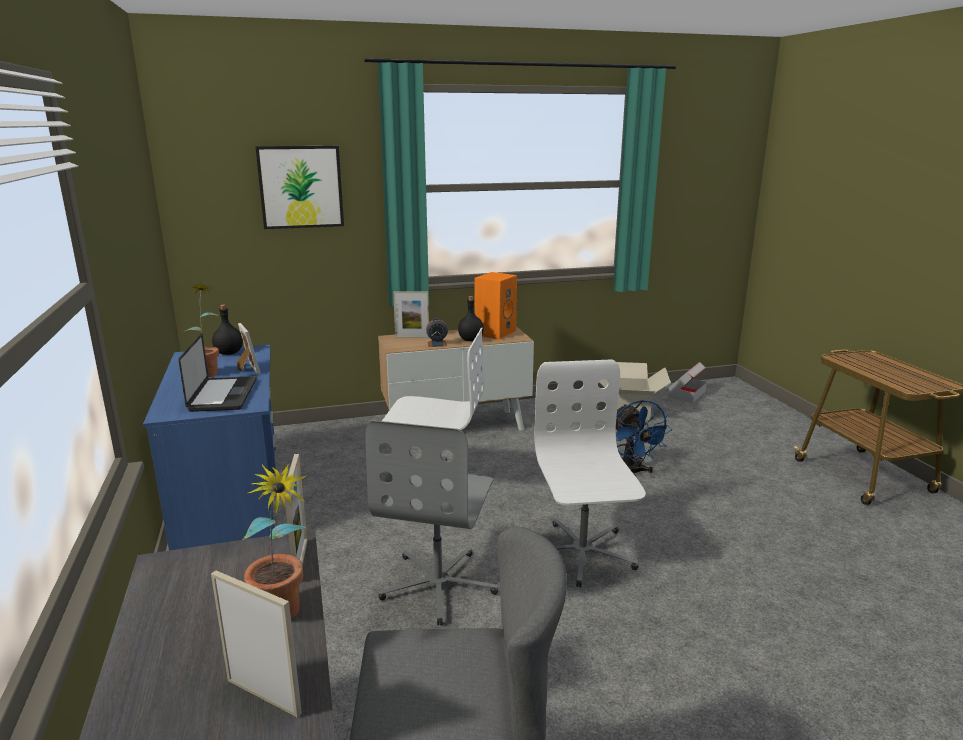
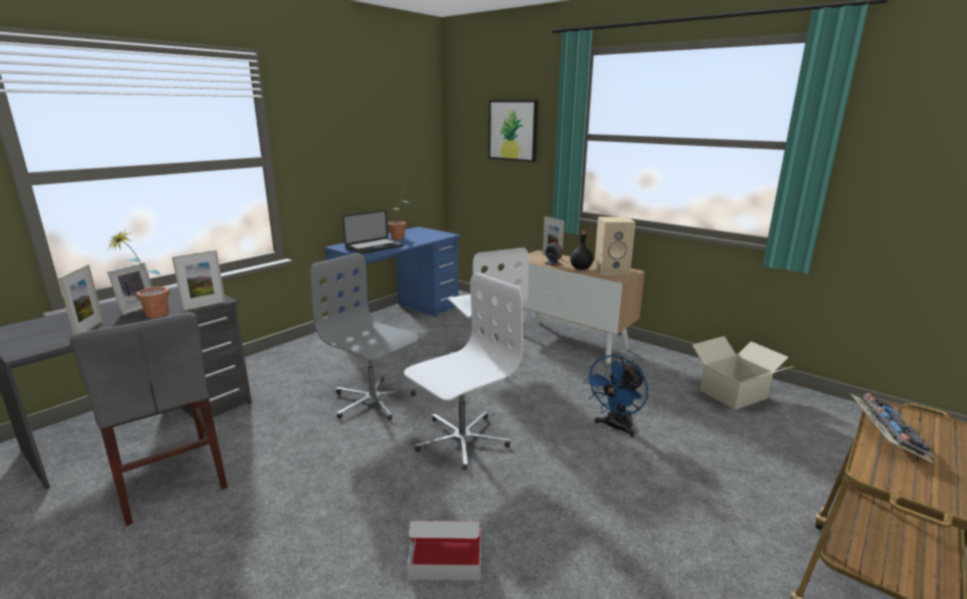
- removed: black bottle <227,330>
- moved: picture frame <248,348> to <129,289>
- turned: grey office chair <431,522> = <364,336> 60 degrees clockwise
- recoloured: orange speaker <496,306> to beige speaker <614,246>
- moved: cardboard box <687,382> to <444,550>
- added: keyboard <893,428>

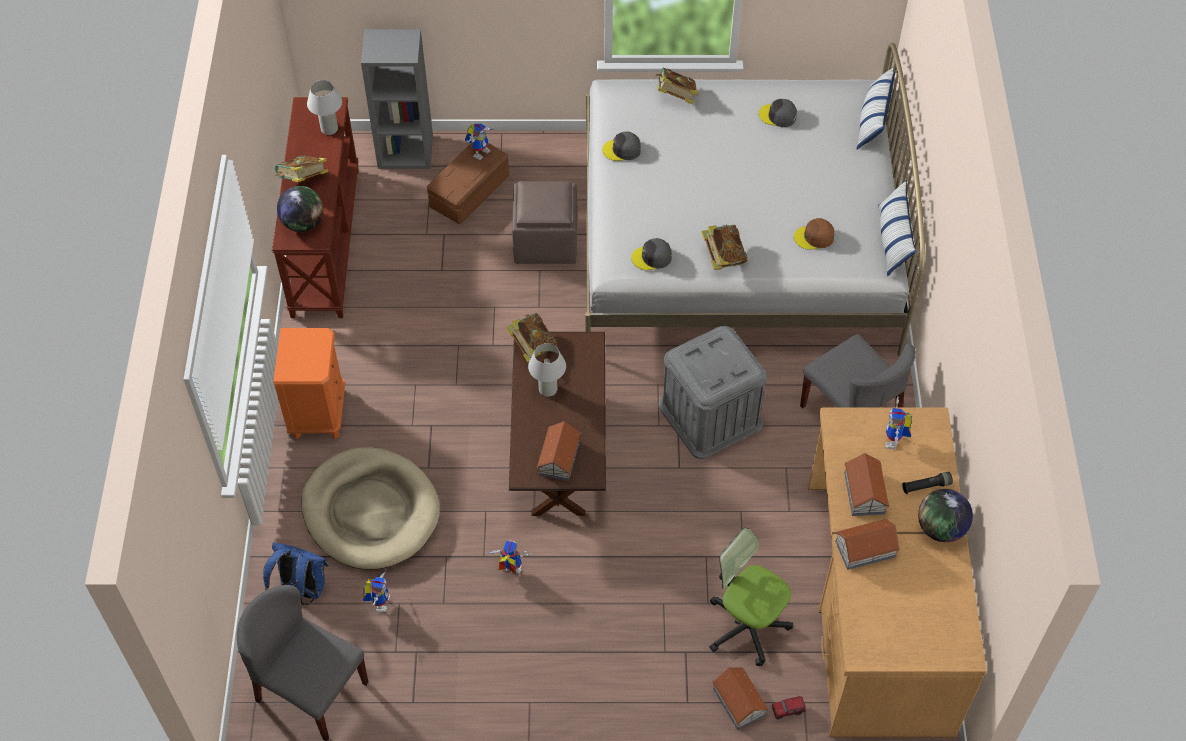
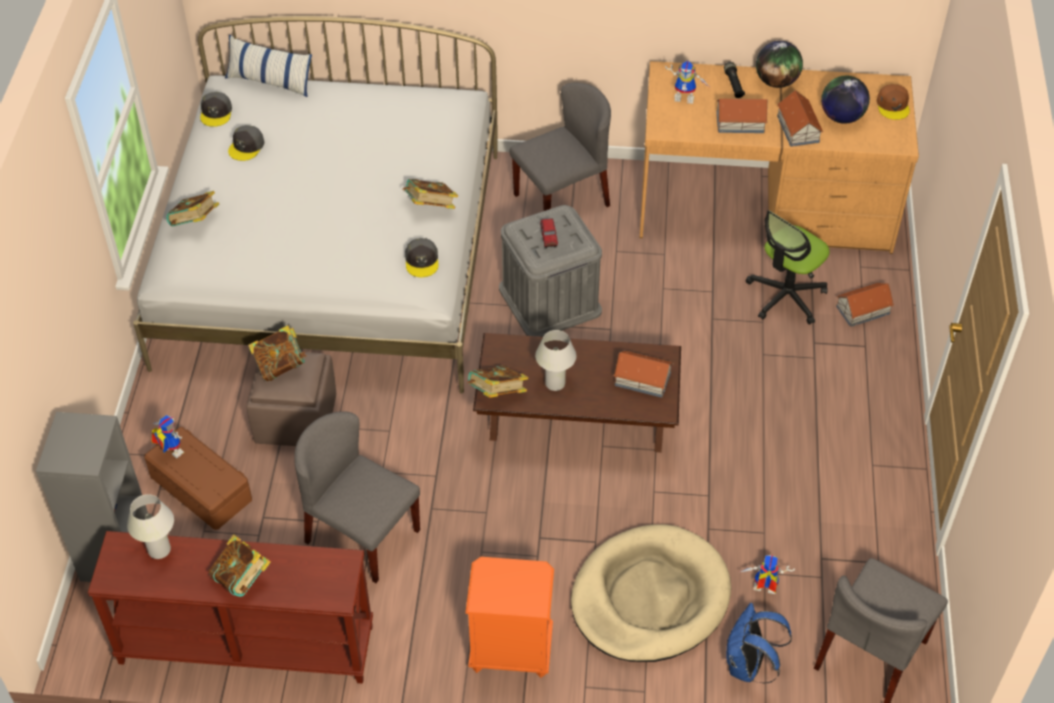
- moved: globe <300,209> to <845,100>
- removed: toy robot <509,557>
- moved: grey cap <621,146> to <216,109>
- moved: toy truck <789,707> to <549,233>
- moved: brown cap <814,234> to <893,102>
- removed: pillow <897,228>
- added: book <277,353>
- added: grey chair <357,497>

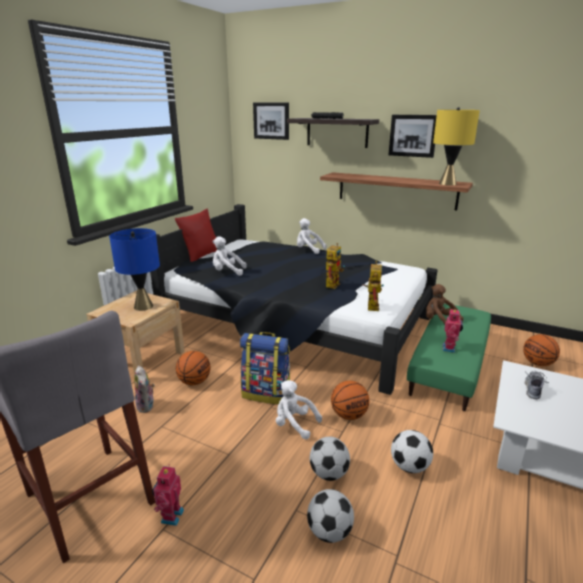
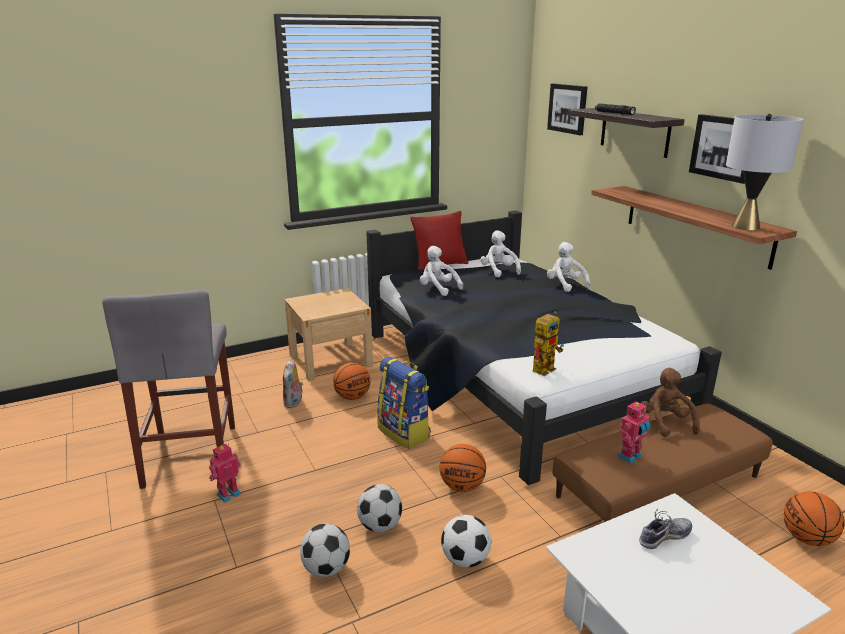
- removed: blue table lamp <134,269>
- moved: white plush toy <299,409> to <500,253>
- removed: toy robot <335,266>
- recoloured: green ottoman <449,357> to brown ottoman <662,463>
- recoloured: yellow table lamp <456,146> to grey table lamp <765,172>

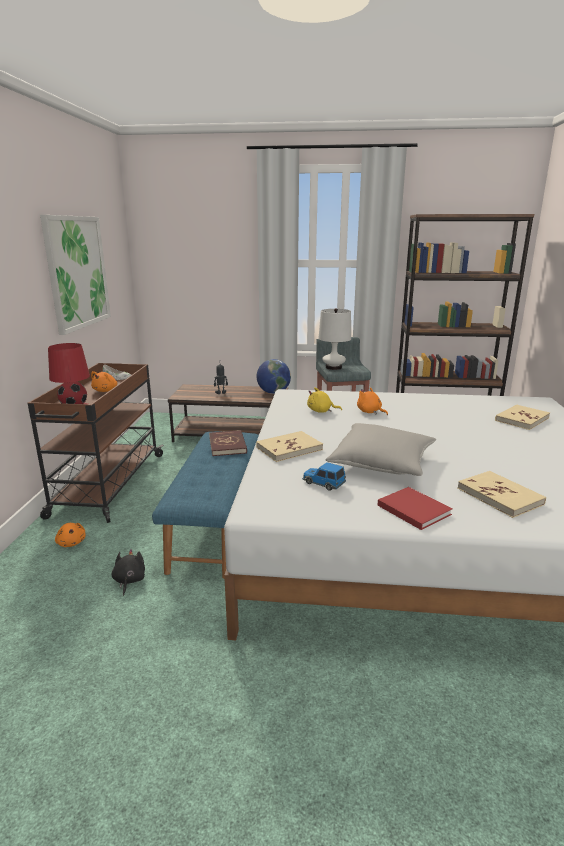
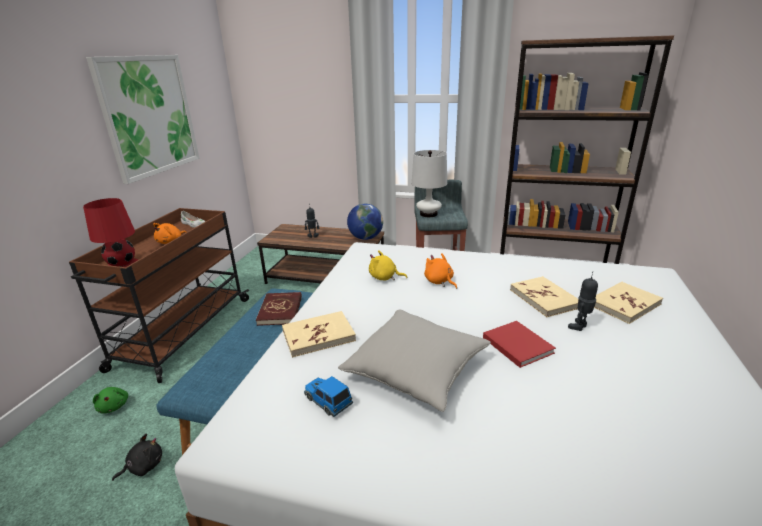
- recoloured: orange plush toy <70,535> to green plush toy <110,400>
- turned: black plush toy <128,572> = <137,457> 45 degrees clockwise
- moved: red book <414,508> to <519,344>
- moved: beige book <501,494> to <544,296>
- added: toy robot <583,301>

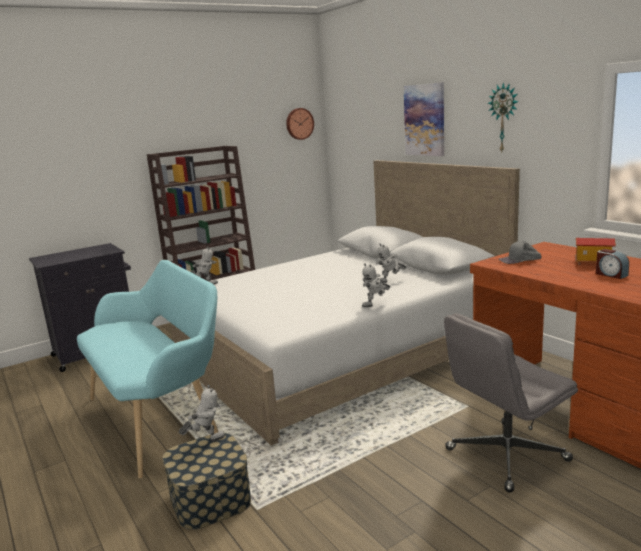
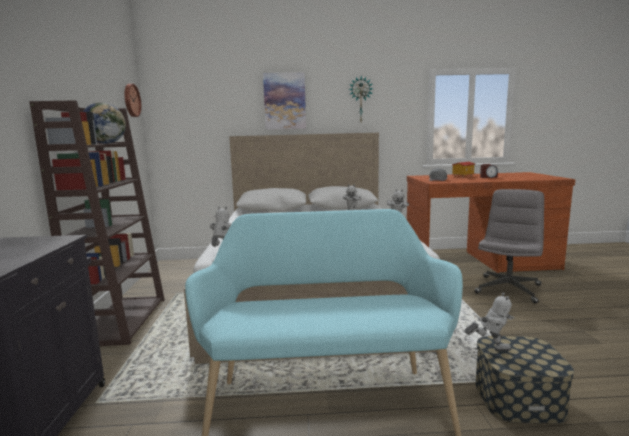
- turned: toy robot <202,413> = <489,322> 90 degrees clockwise
- turned: grey office chair <511,402> = <509,246> 150 degrees counterclockwise
- added: globe <104,122>

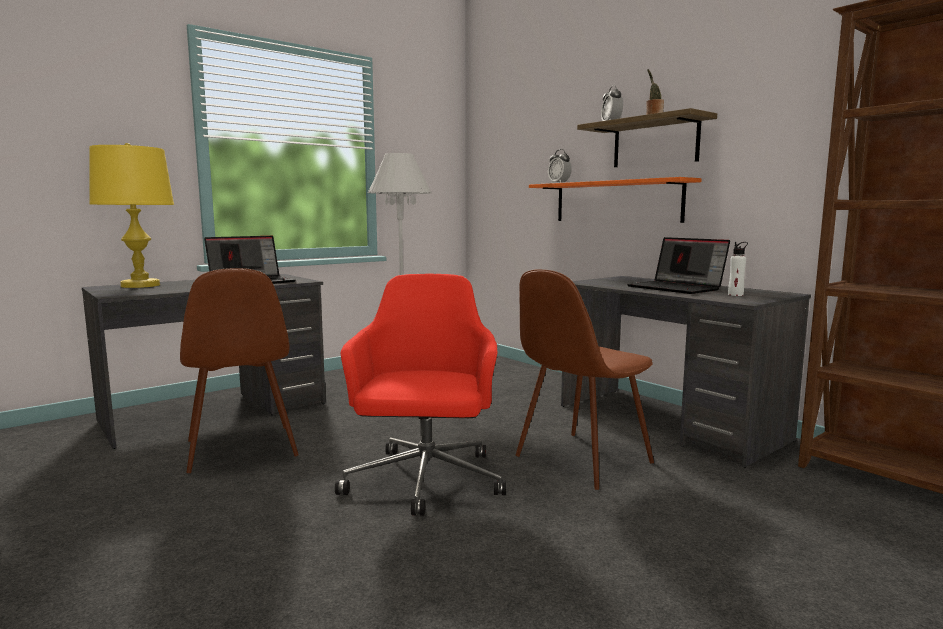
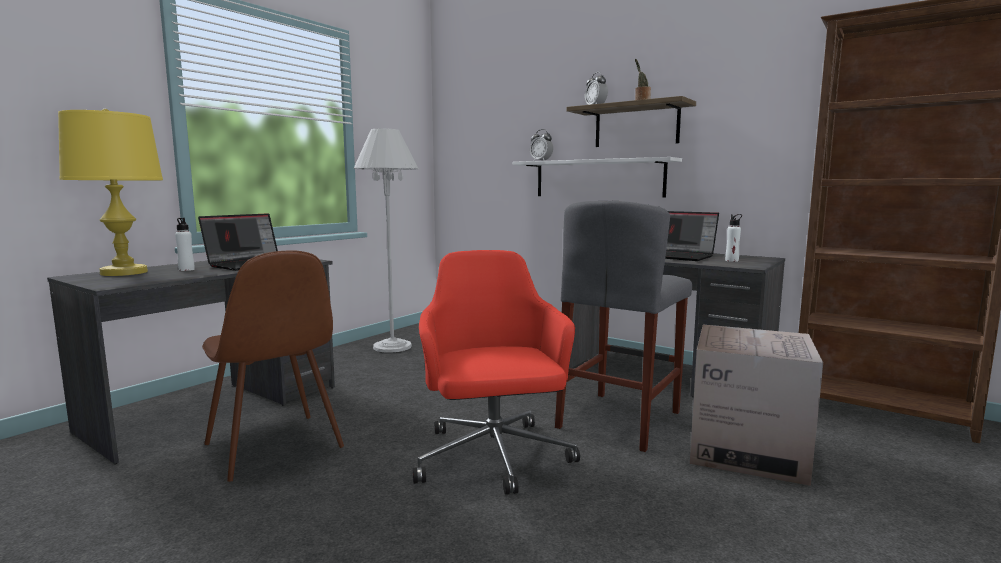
- replaced: brown chair <585,379> to grey stool <623,326>
- recoloured: orange shelf <615,200> to white shelf <597,177>
- added: white bottle <185,244>
- added: cardboard box <756,405>

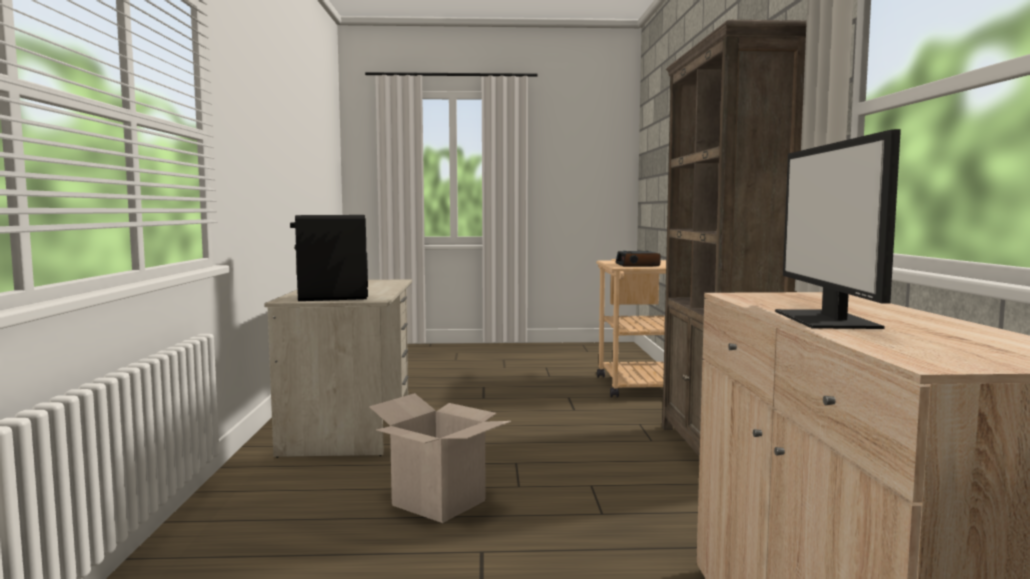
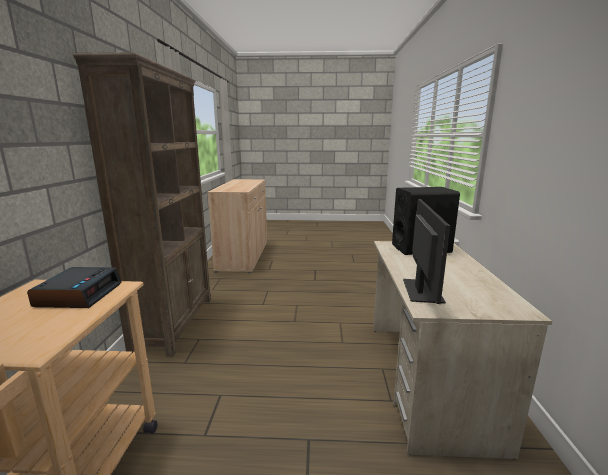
- removed: cardboard box <440,458>
- moved: monitor <838,229> to <426,251>

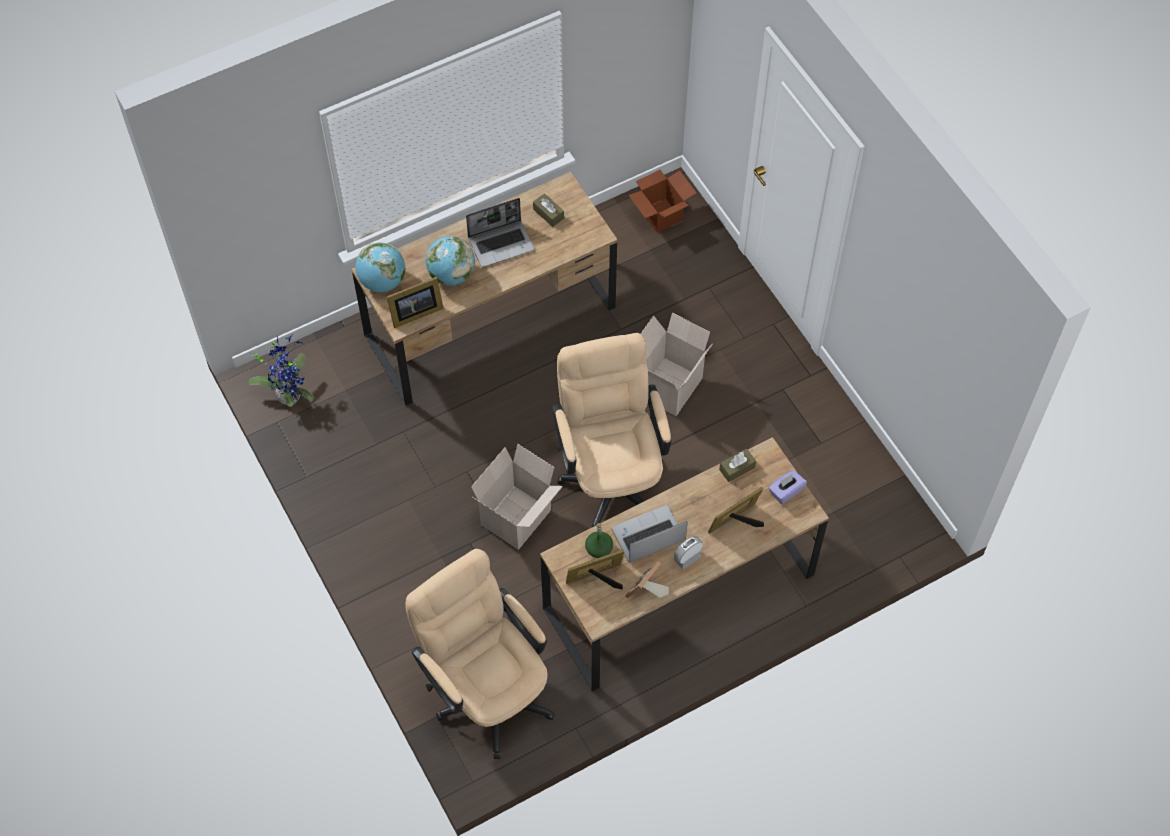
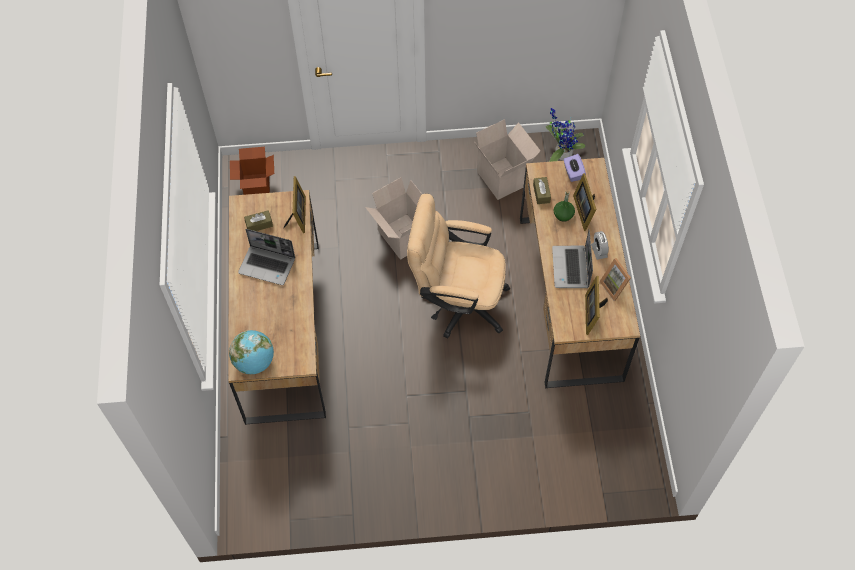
- moved: potted plant <281,370> to <565,135>
- moved: picture frame <415,302> to <295,204>
- removed: beige office chair <480,654>
- removed: globe <450,261>
- turned: laptop <500,232> = <266,257> 105 degrees clockwise
- moved: cardboard box <517,497> to <507,159>
- moved: green bottle <599,540> to <564,206>

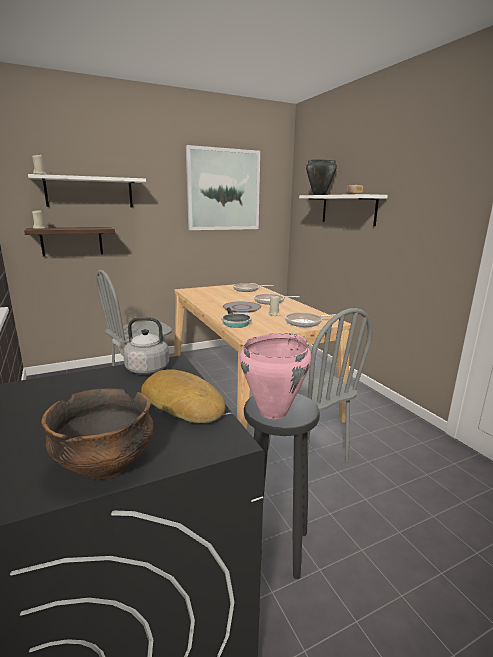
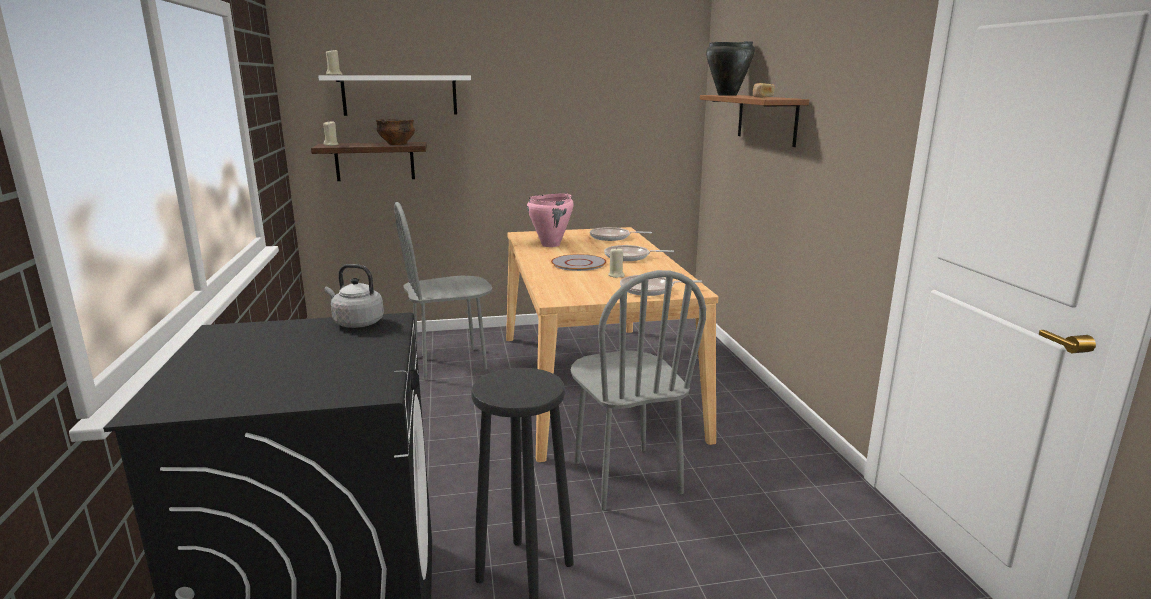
- moved: bowl <97,434> to <395,132>
- removed: bread <183,396>
- removed: picture <223,187>
- removed: frying pan <236,318>
- moved: pink cooking pot <275,376> to <550,220>
- recoloured: white shelf <343,210> to brown shelf <754,121>

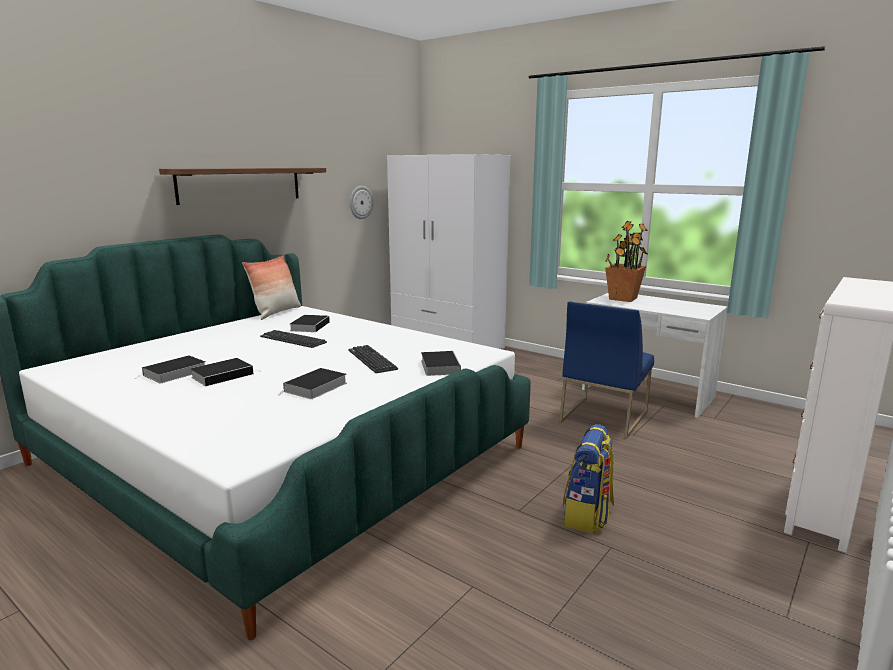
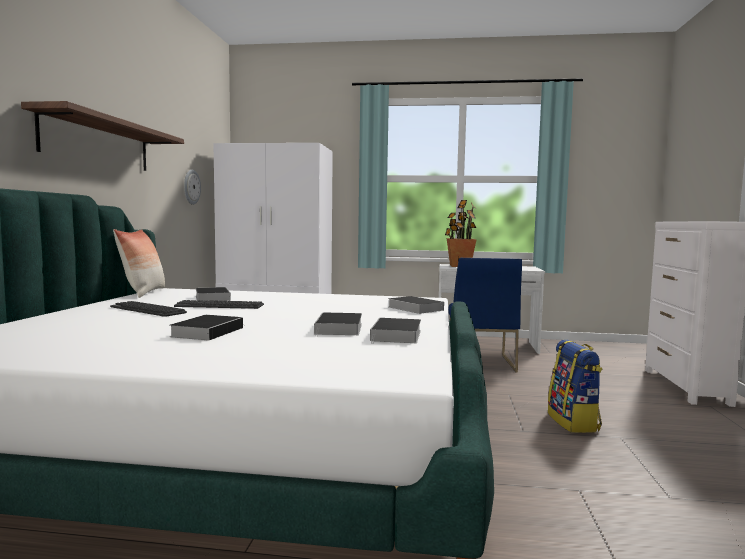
- moved: book <170,369> to <395,331>
- moved: keyboard <373,359> to <148,309>

